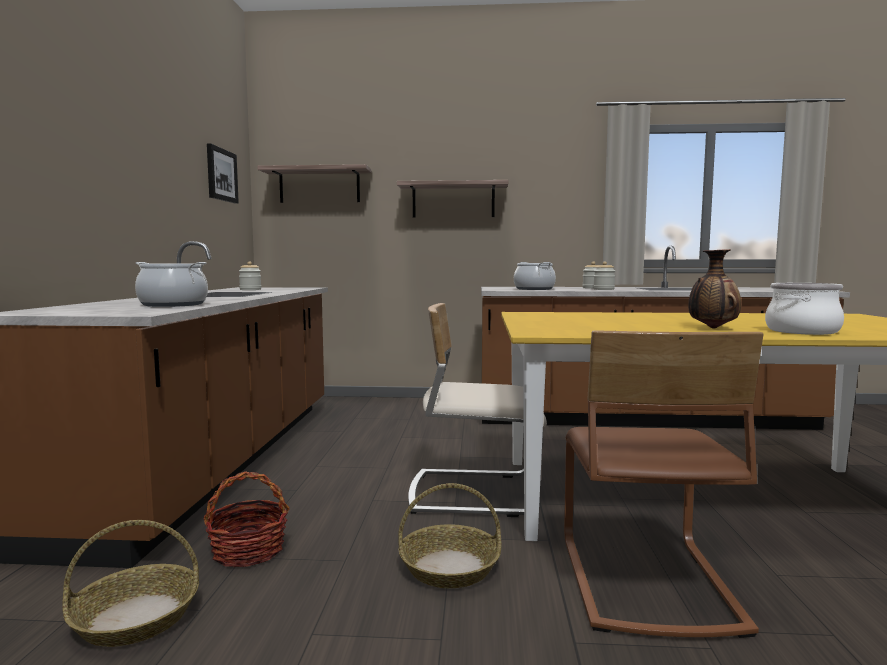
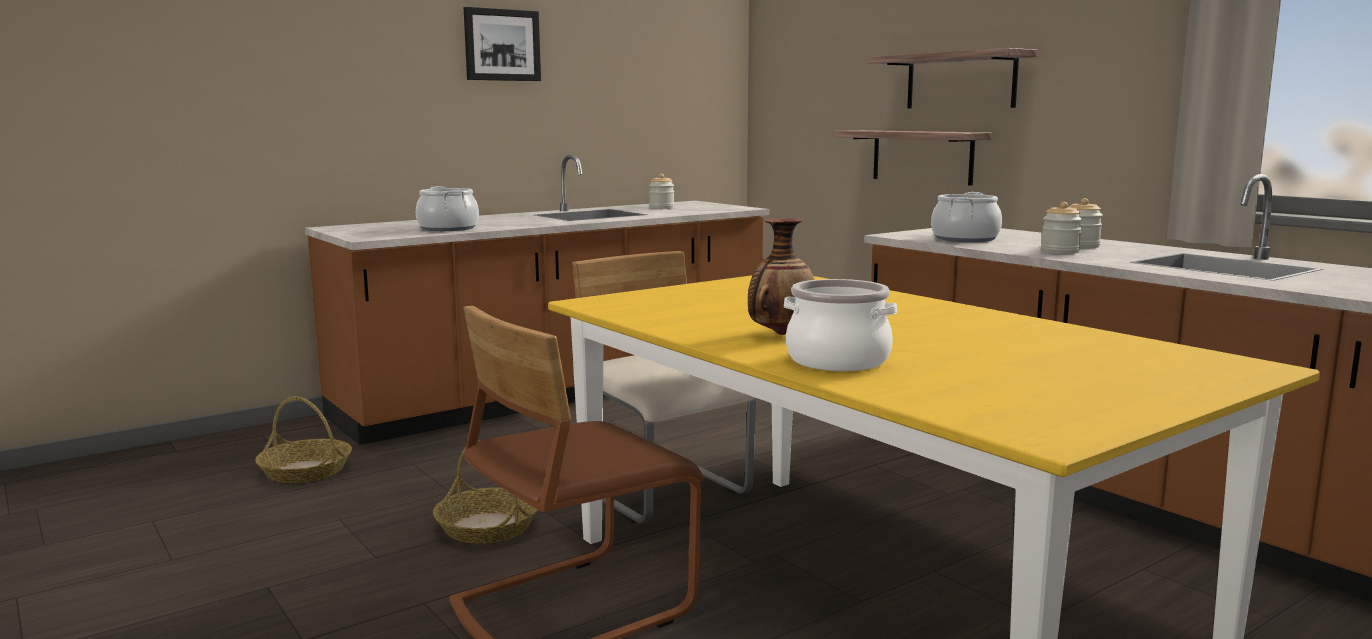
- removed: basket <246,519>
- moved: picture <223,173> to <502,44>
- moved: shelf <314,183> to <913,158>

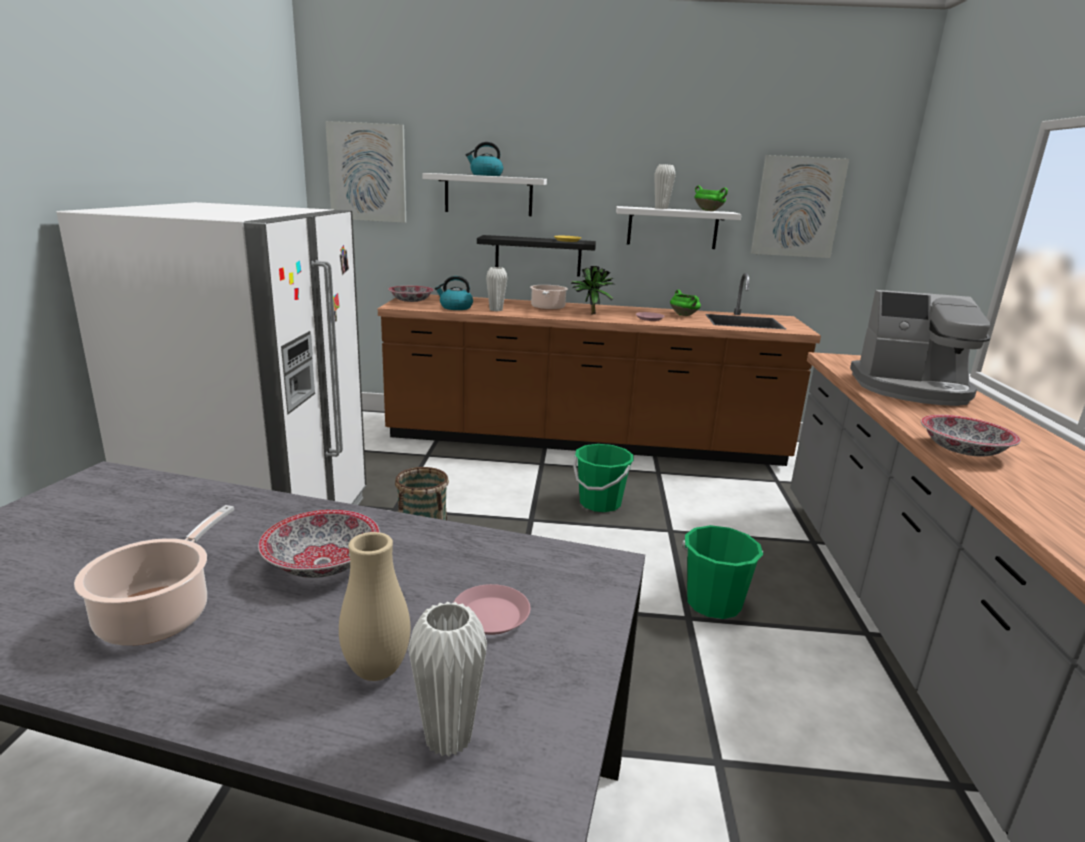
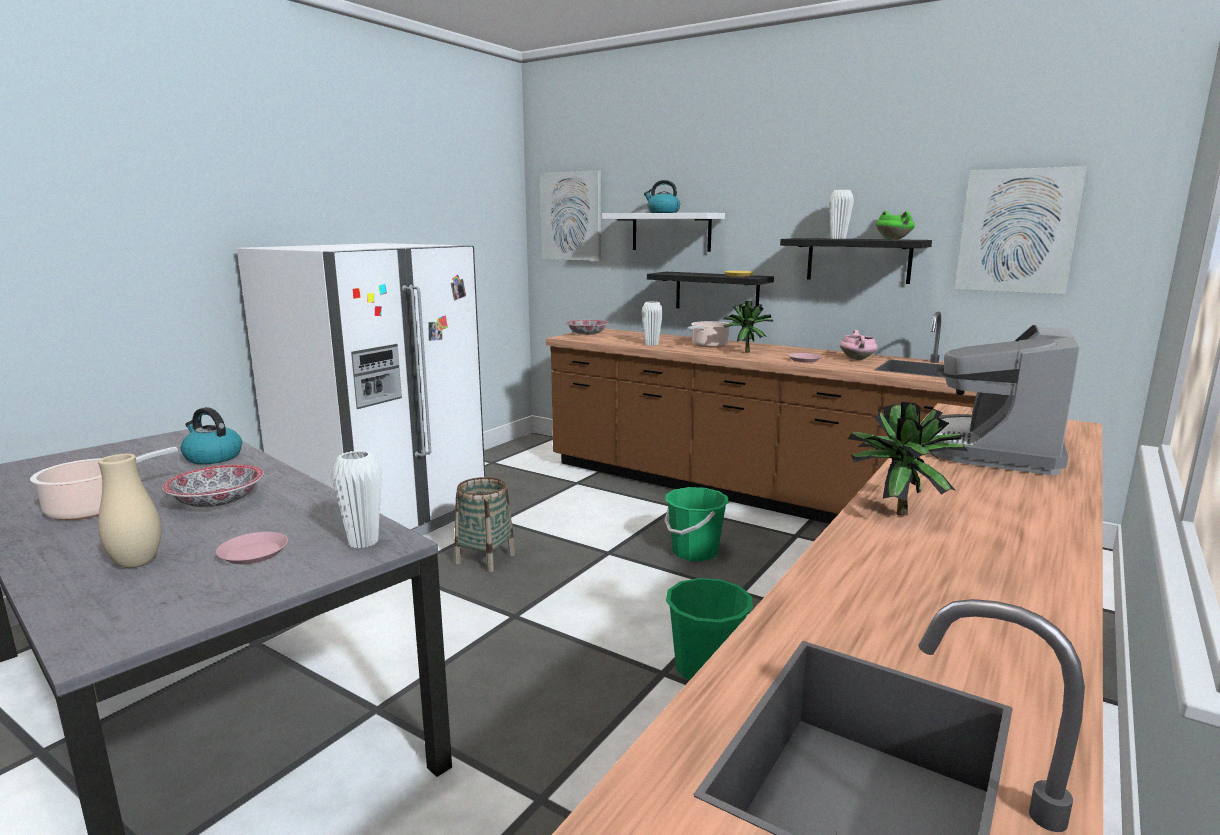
- moved: white vase <447,678> to <356,499>
- moved: kettle <454,293> to <211,435>
- recoloured: white shelf <679,227> to black shelf <856,261>
- recoloured: green cooking pot <685,303> to pink cooking pot <858,345>
- turned: coffee machine <920,348> = <1000,400> 75 degrees clockwise
- replaced: bowl <971,435> to potted plant <908,459>

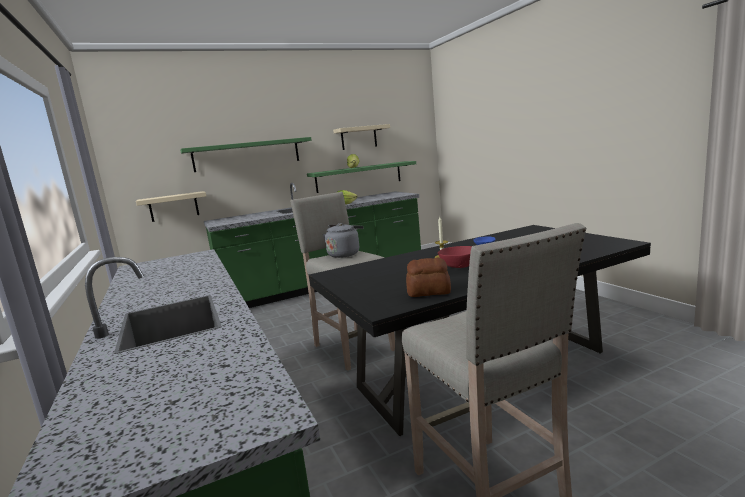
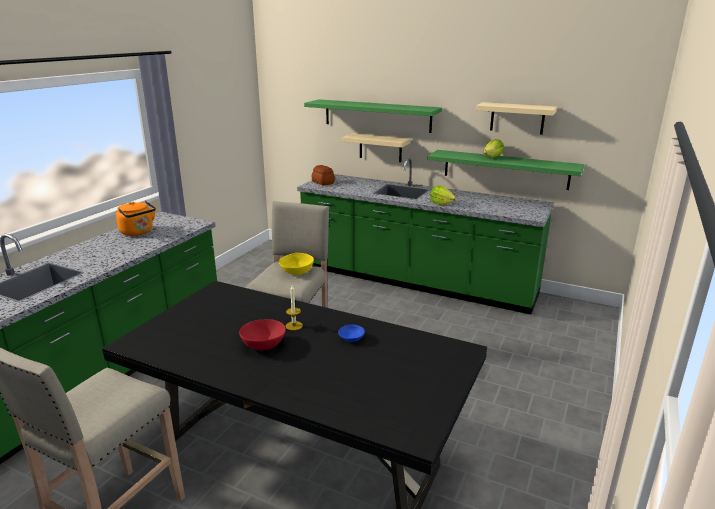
- moved: beige shelf <171,206> to <376,147>
- replaced: grey kettle <343,240> to yellow bowl <296,264>
- moved: bread <428,277> to <323,175>
- added: orange kettle <136,218>

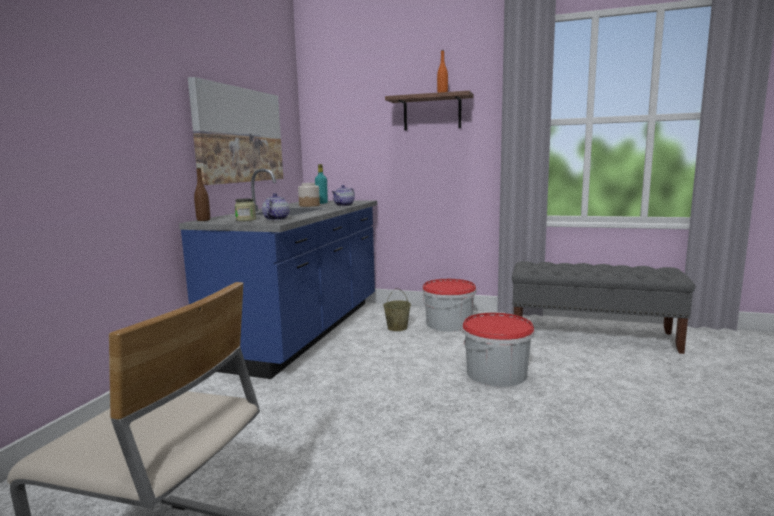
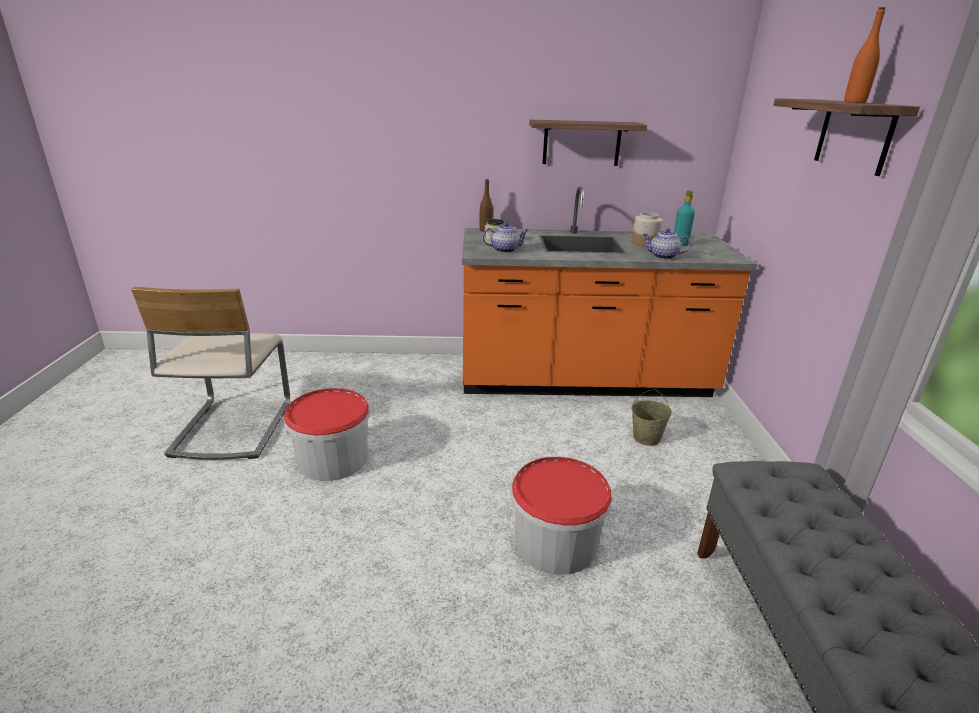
- recoloured: blue counter <278,274> to orange counter <610,292>
- replaced: picture <235,131> to shelf <588,143>
- moved: bucket <449,305> to <327,434>

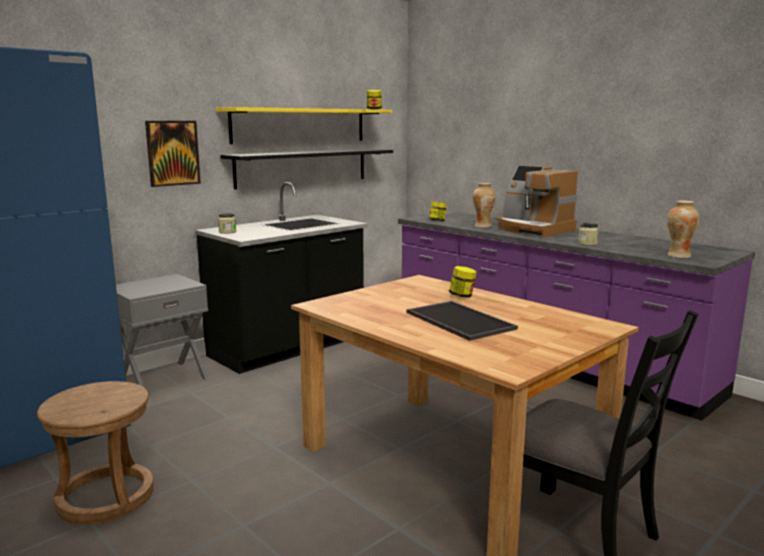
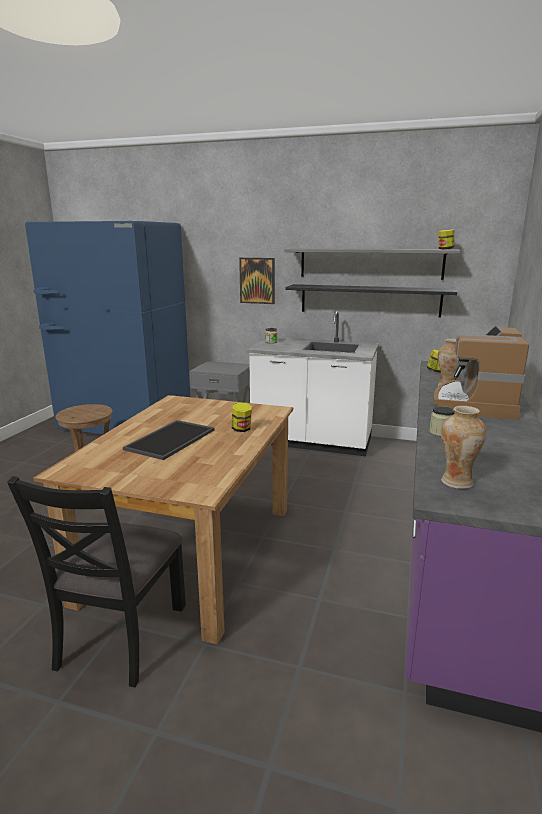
- recoloured: black counter <281,278> to white counter <313,383>
- recoloured: yellow shelf <304,125> to grey shelf <372,264>

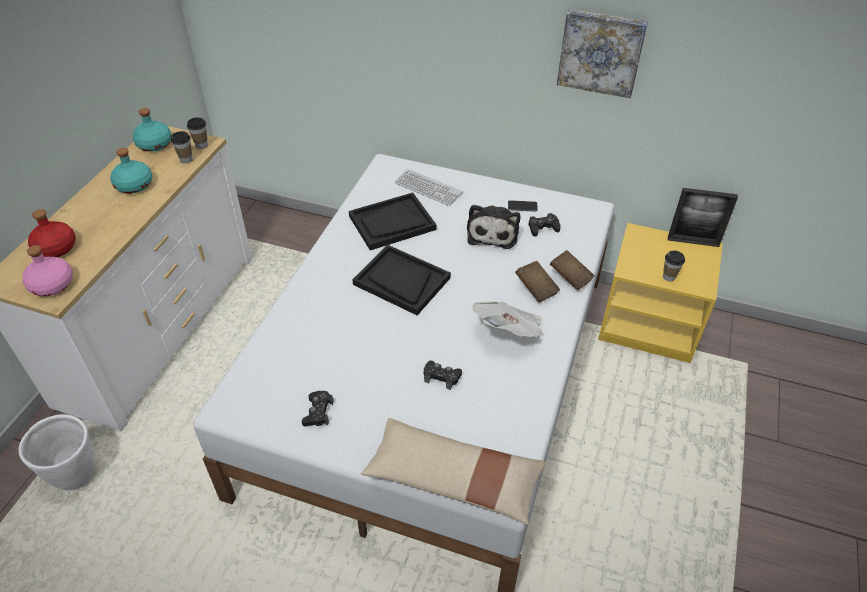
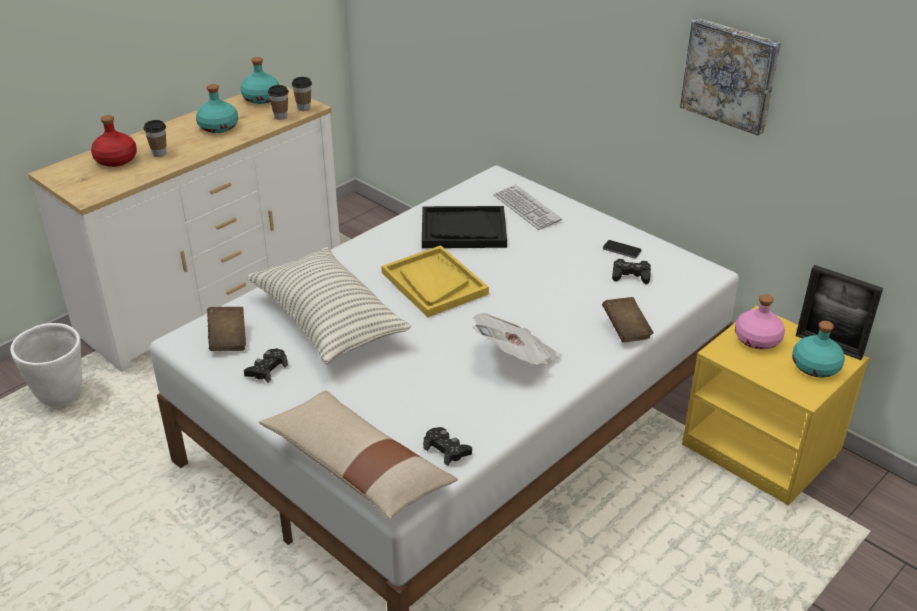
- moved: pink bottle <48,270> to <760,322>
- recoloured: black tray <401,280> to yellow tray <435,281>
- moved: black game controller <443,375> to <447,446>
- removed: plush toy <493,227>
- moved: brown book <537,282> to <226,329>
- moved: cup <674,266> to <155,138>
- added: pillow <329,306>
- added: turquoise bottle <818,349>

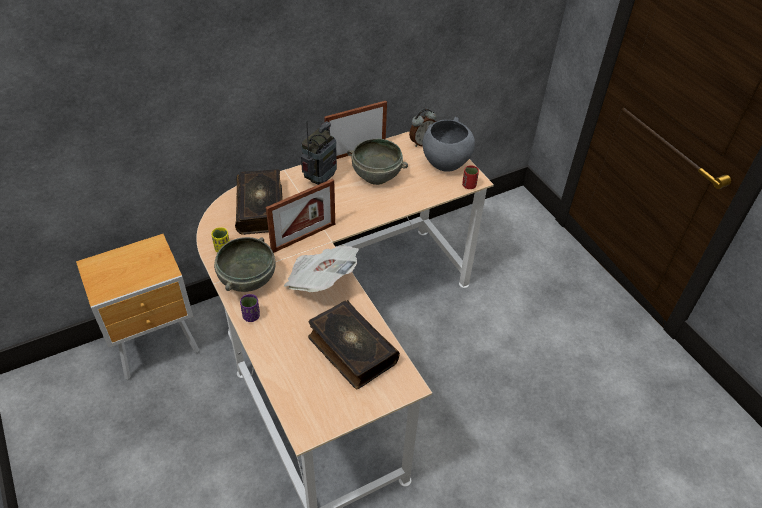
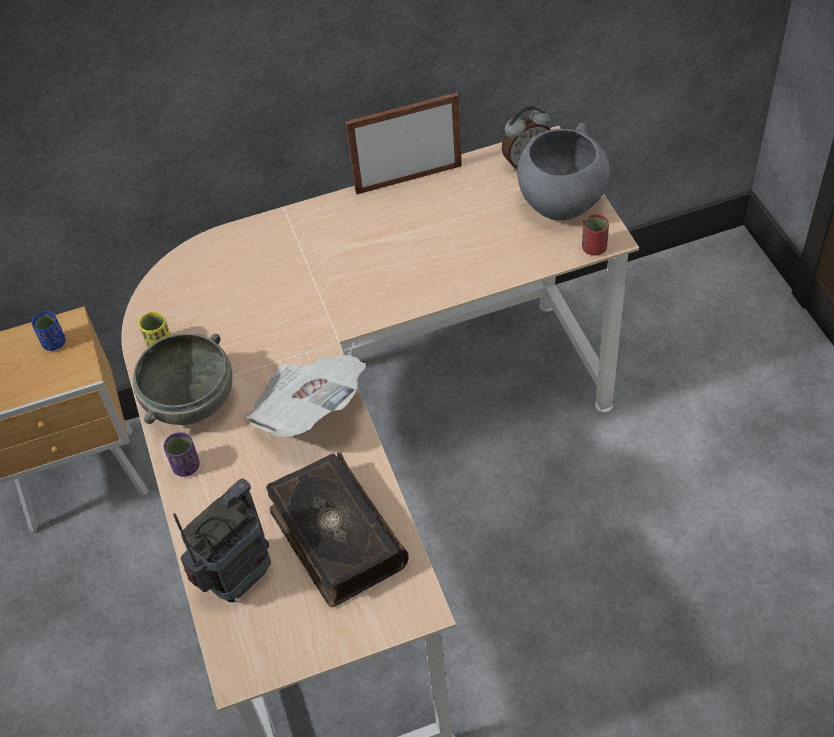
- removed: book <259,202>
- removed: picture frame <300,216>
- moved: radio <319,152> to <222,540>
- removed: grey bowl <377,162>
- added: blue cup <49,331>

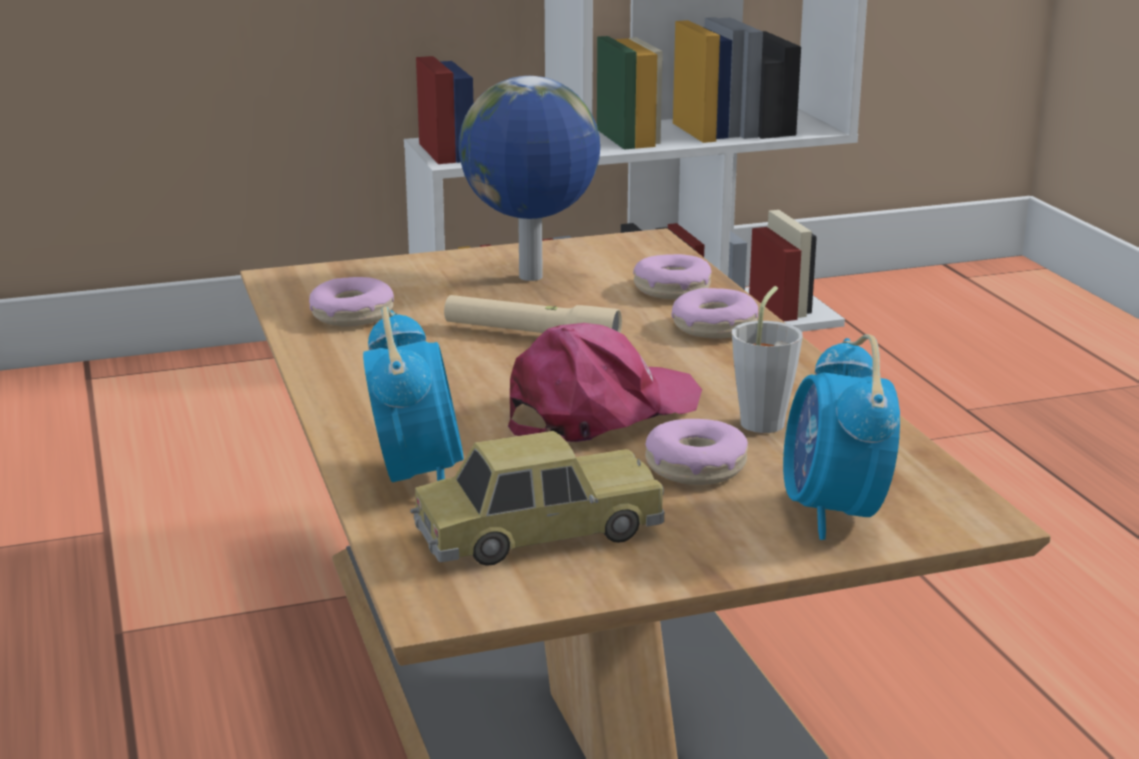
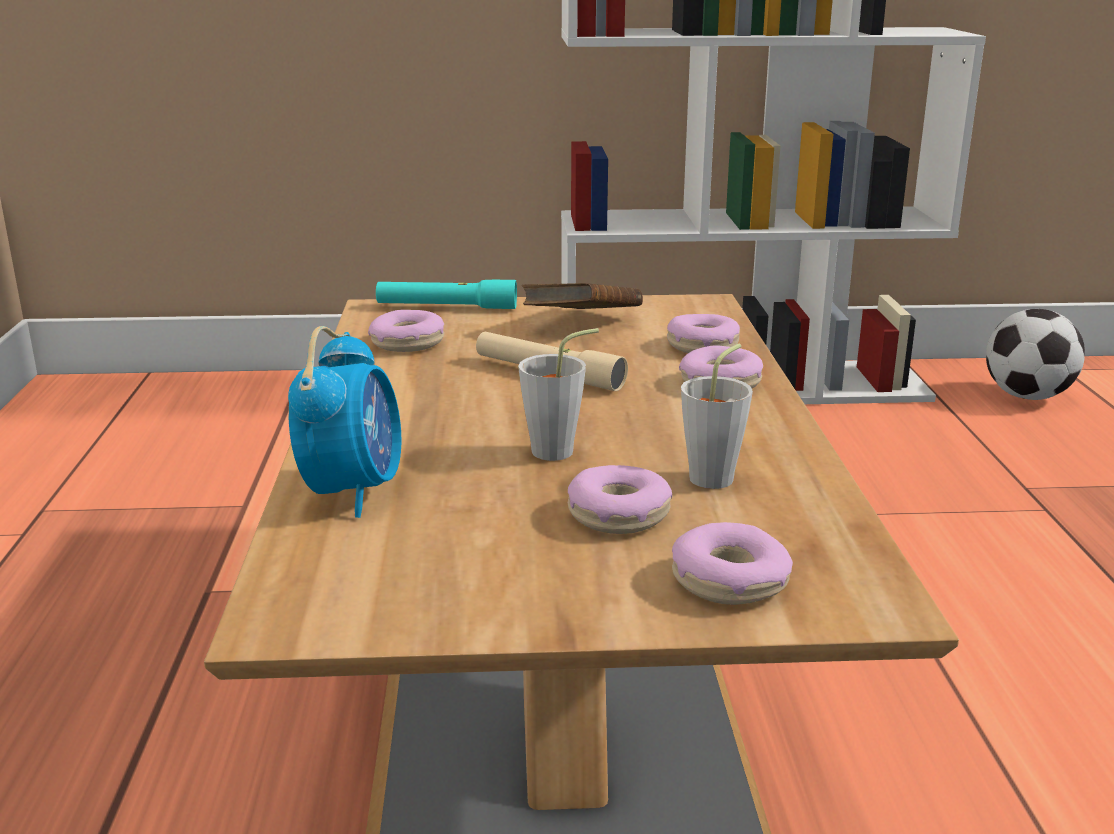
- removed: toy car <537,498>
- replaced: globe <529,178> to brown book <582,296>
- replaced: pink cap <605,386> to grey cup <558,394>
- replaced: alarm clock <841,437> to donut <732,563>
- added: turquoise flashlight <446,294>
- added: football <1035,354>

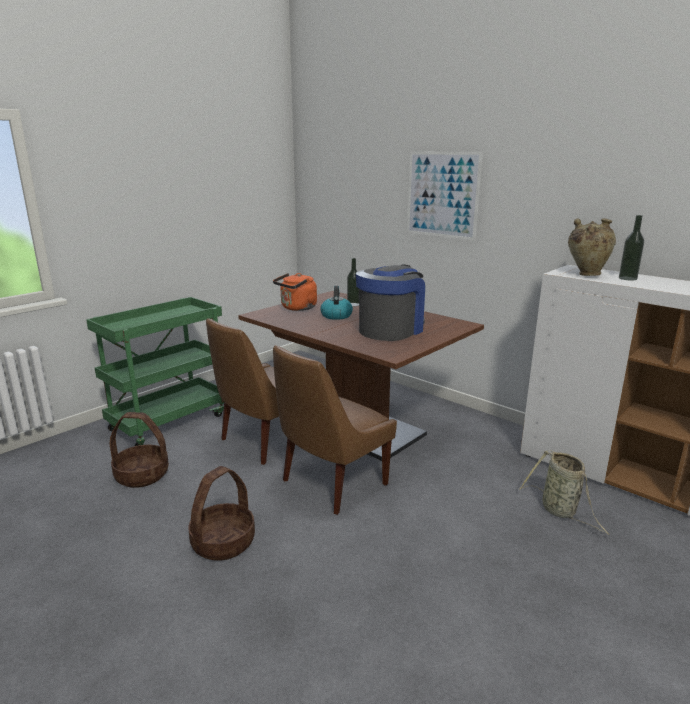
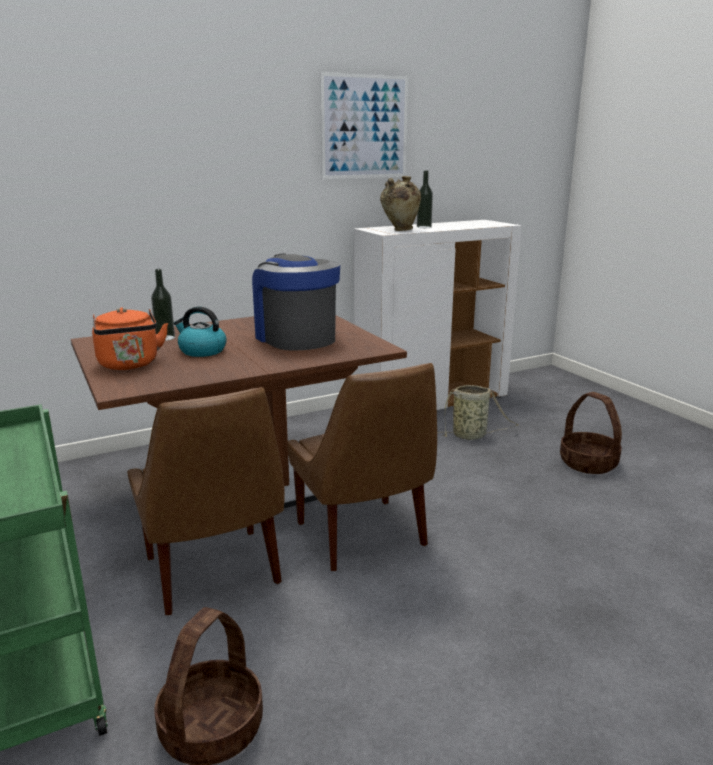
- moved: basket <221,513> to <591,433>
- moved: picture <445,196> to <364,125>

